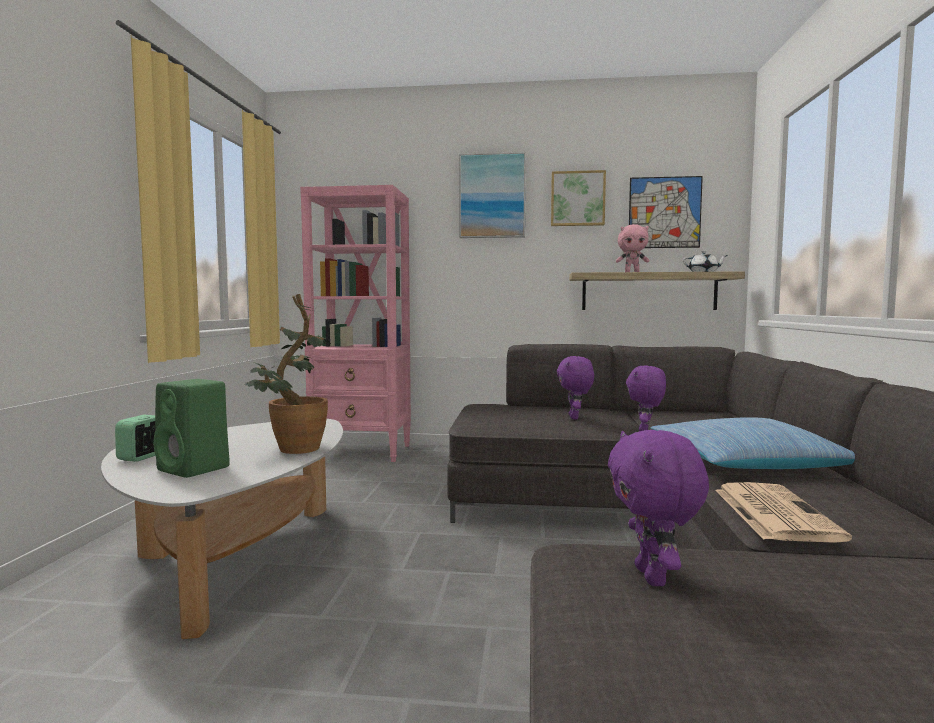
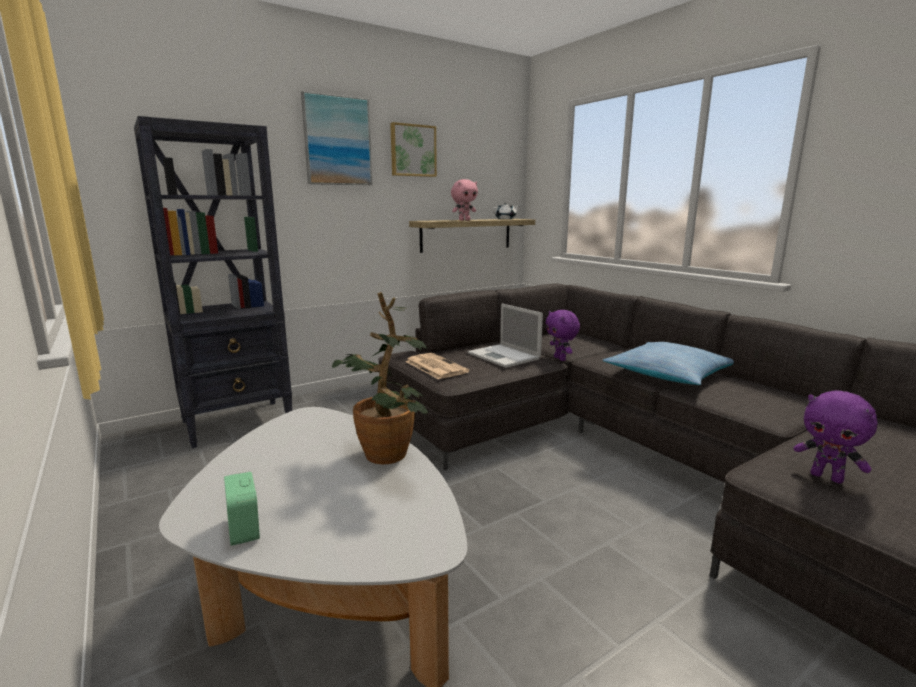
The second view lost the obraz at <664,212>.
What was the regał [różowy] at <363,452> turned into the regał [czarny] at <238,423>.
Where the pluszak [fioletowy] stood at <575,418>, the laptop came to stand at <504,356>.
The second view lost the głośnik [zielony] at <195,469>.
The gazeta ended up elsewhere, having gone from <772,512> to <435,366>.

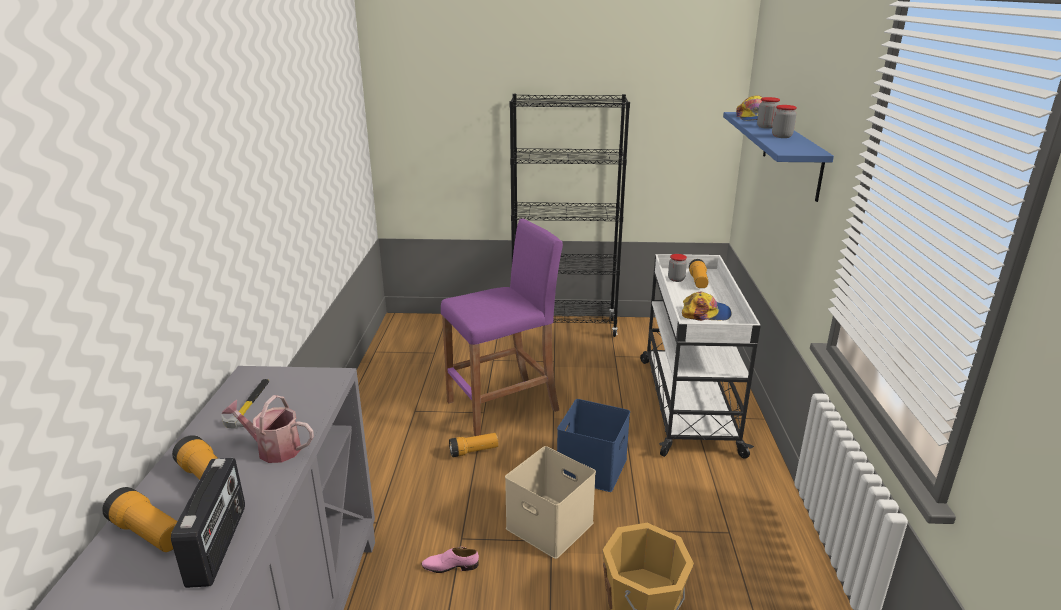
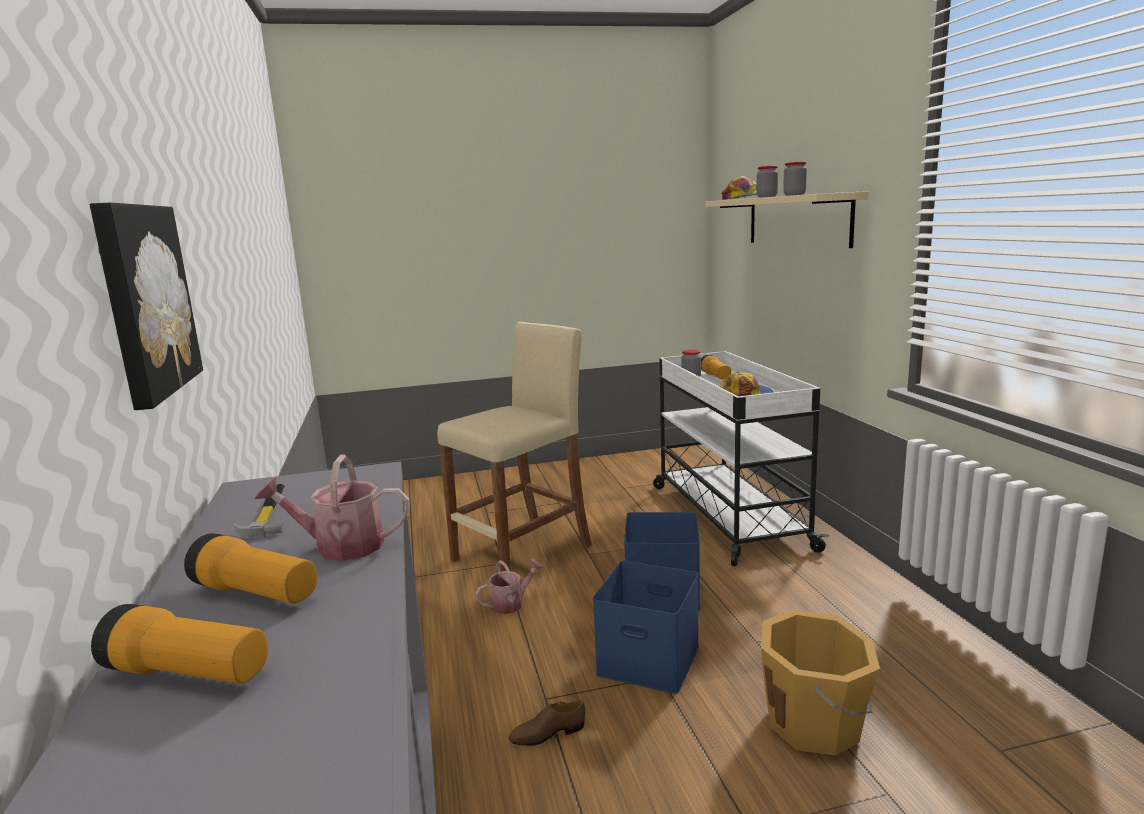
The second view lost the regał [czarny] at <564,327>.
What was the półka [niebieski] at <791,153> turned into the półka [beżowy] at <797,220>.
What was the stołek [fioletowy] at <503,406> turned into the stołek [beżowy] at <523,553>.
Where the latarka stood at <473,451>, the konewka came to stand at <511,603>.
What was the pojemnik do przechowywania [beżowy] at <547,525> turned into the pojemnik do przechowywania [niebieski] at <646,661>.
The second view lost the radio at <219,545>.
What was the but [różowy] at <450,566> turned into the but [brązowy] at <547,733>.
The second view gained the obraz at <143,300>.

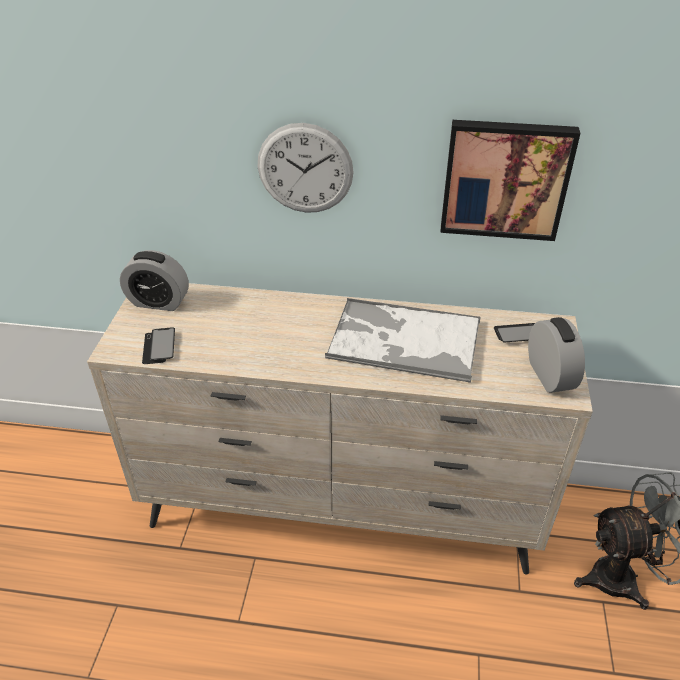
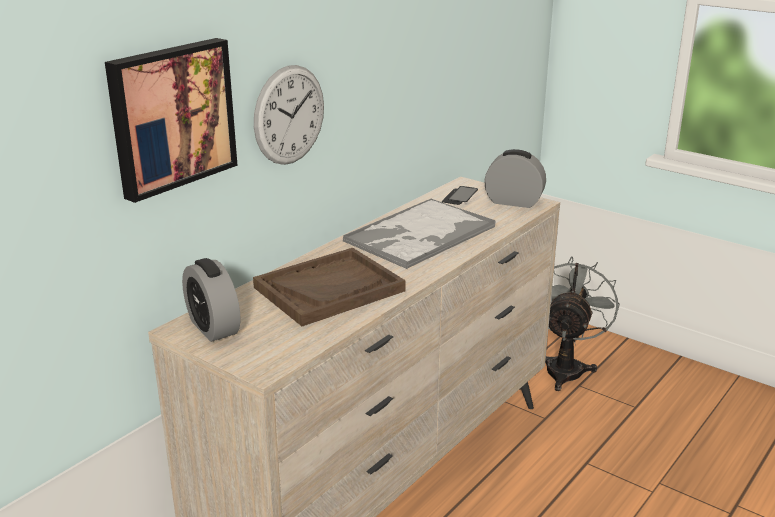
The obraz ended up elsewhere, having gone from <505,179> to <171,116>.
The budzik at <158,302> ended up facing another way, 105 degrees clockwise from before.
The second view lost the telefon at <159,347>.
The second view gained the taca [brązowy] at <329,289>.

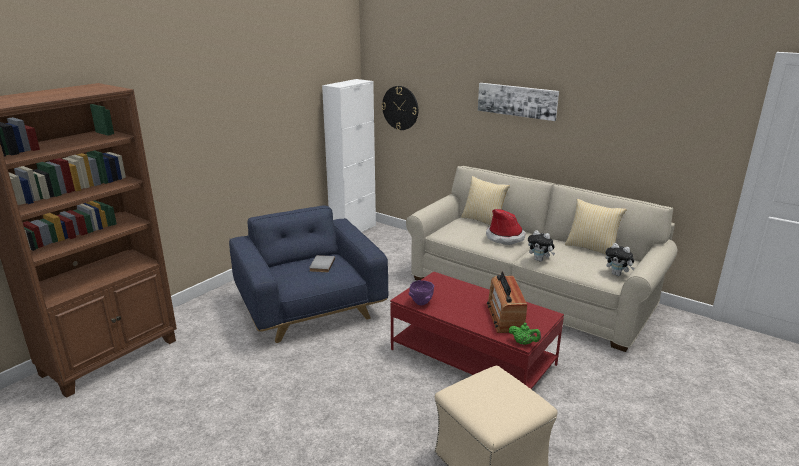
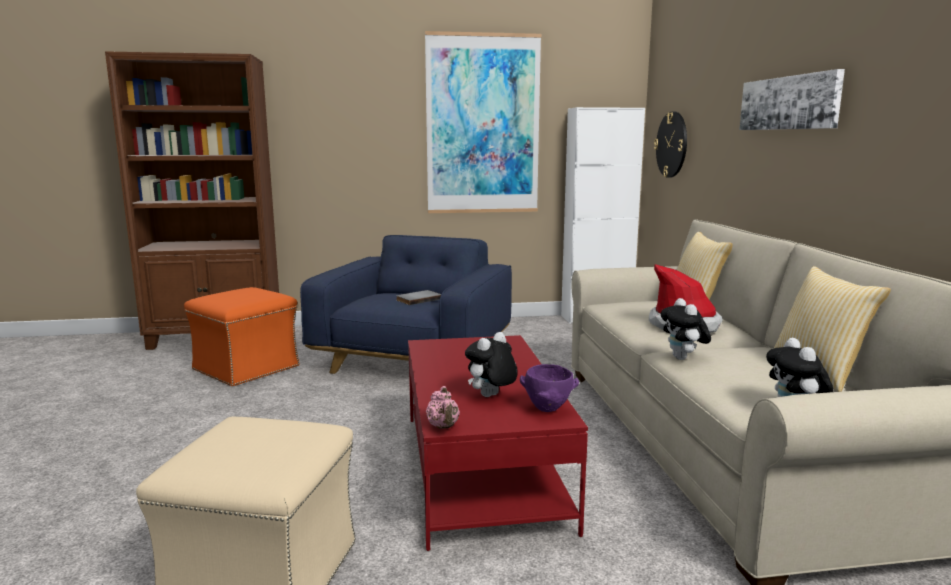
Where the radio stood at <505,317>, the pluszak came to stand at <491,397>.
The miska [fioletowy] ended up elsewhere, having gone from <421,303> to <546,409>.
What was the imbryk [zielony] at <523,343> turned into the imbryk [różowy] at <443,427>.
The second view gained the obraz at <483,125>.
The second view gained the pufa [pomarańczowy] at <247,368>.

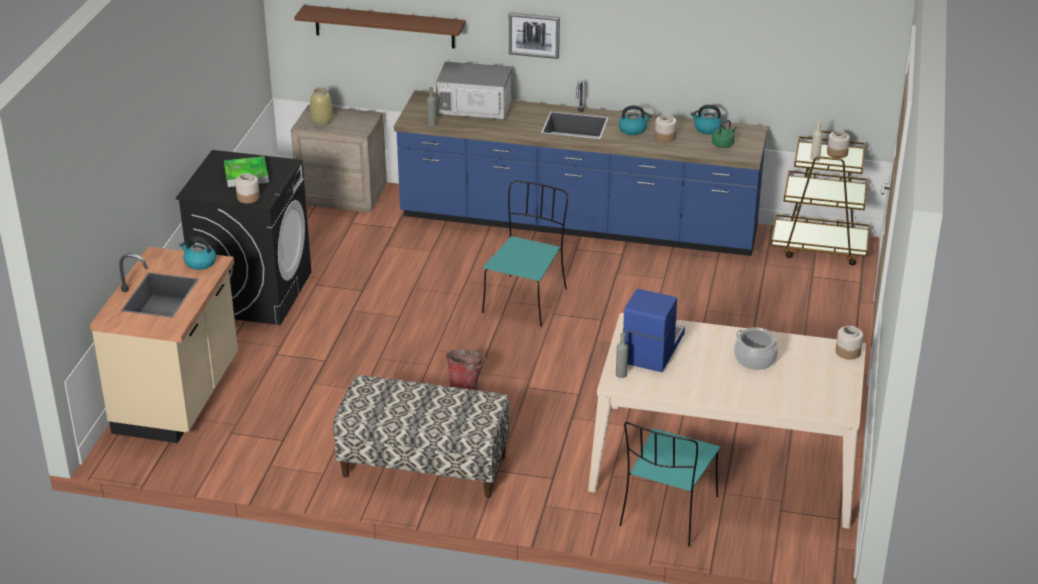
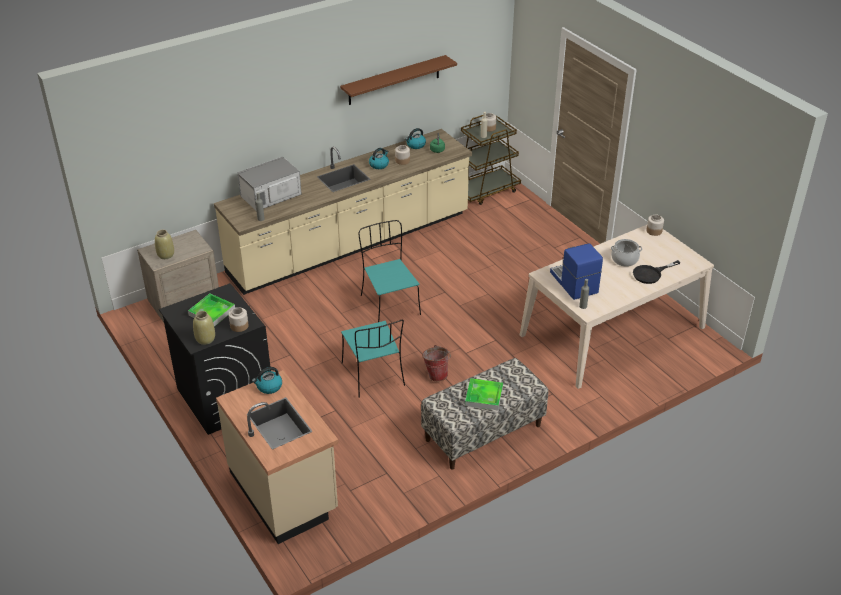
The półka [brązowy] ended up elsewhere, having gone from <384,26> to <394,80>.
The second view lost the obraz at <534,35>.
What was the zabudowa kuchenna [niebieski] at <578,224> turned into the zabudowa kuchenna [beżowy] at <350,244>.
The krzesło [turkusowy] ended up elsewhere, having gone from <667,513> to <374,375>.
The second view gained the patelnia [czarny] at <651,274>.
The second view gained the wazon [beżowy] at <205,339>.
The second view gained the taca at <484,396>.

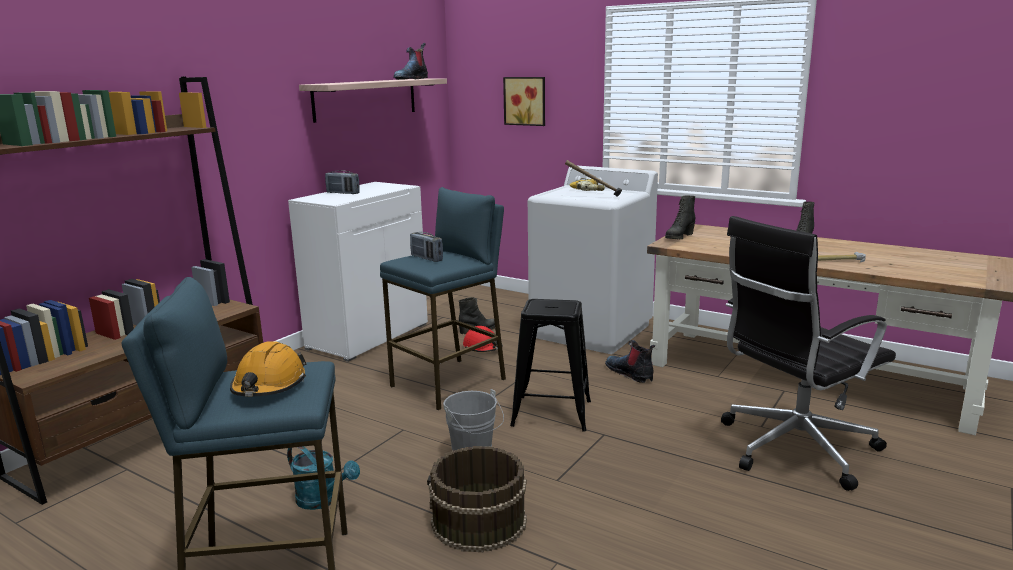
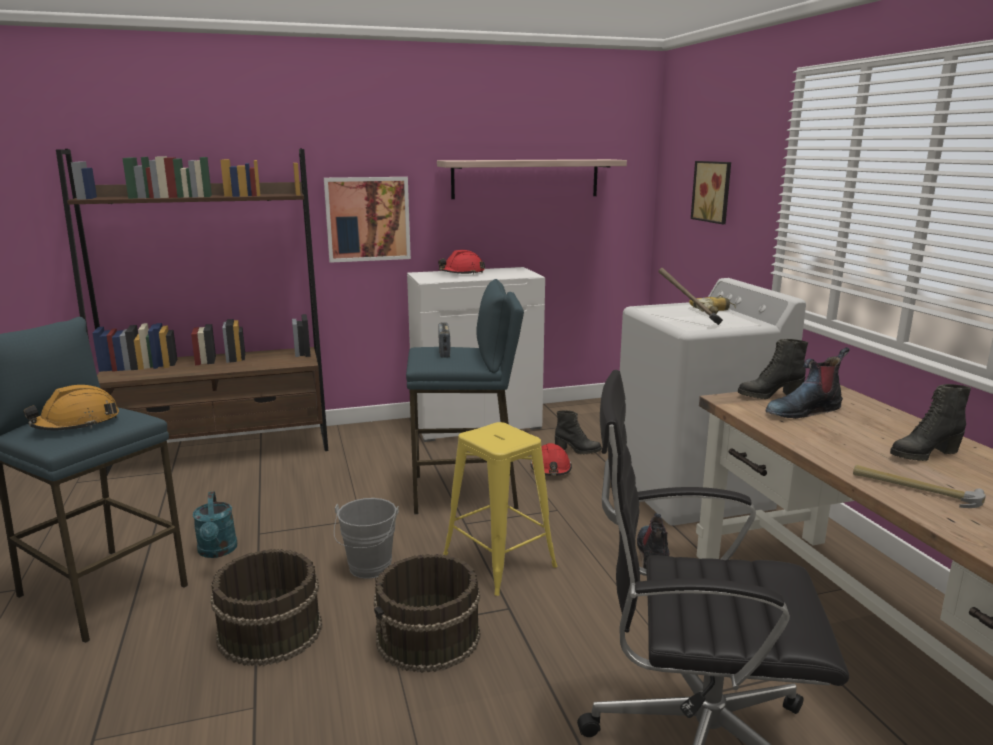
The but z cholewką ended up elsewhere, having gone from <411,79> to <803,411>.
Where the radio stood at <343,193>, the kask [czerwony] came to stand at <462,273>.
What was the stołek [czarny] at <551,413> turned into the stołek [żółty] at <499,562>.
The second view gained the obraz at <367,219>.
The second view gained the wiadro [brązowy] at <428,638>.

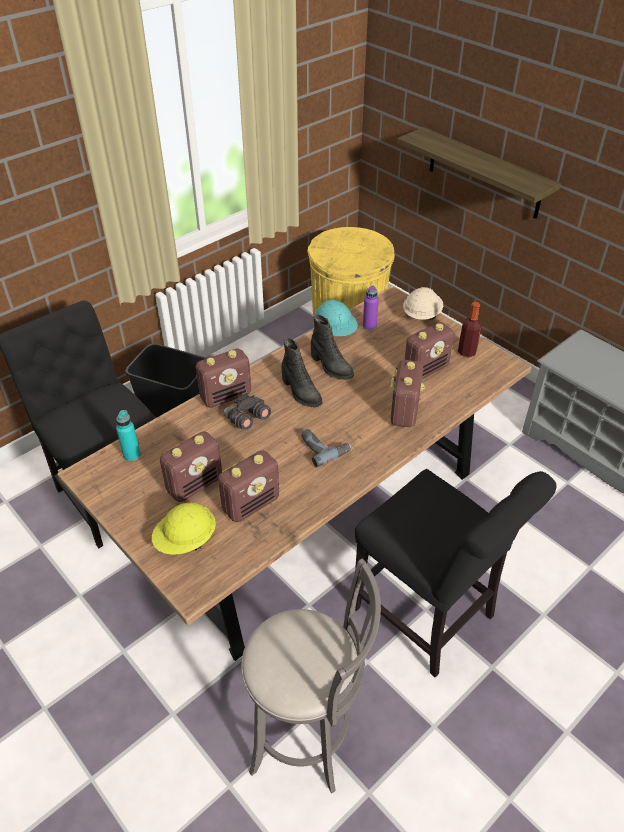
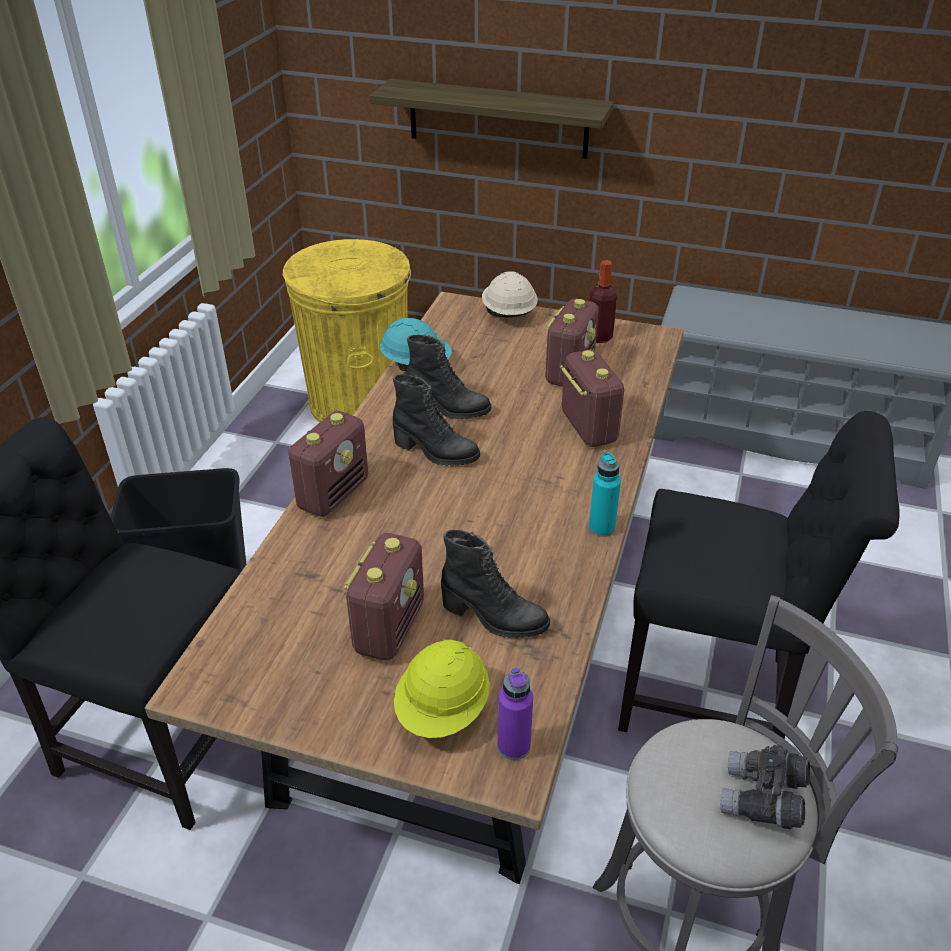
The butelka [fioletowy] ended up elsewhere, having gone from <369,326> to <513,746>.
The lornetka [szary] ended up elsewhere, having gone from <247,420> to <762,800>.
The butelka [turkusowy] ended up elsewhere, having gone from <132,455> to <601,528>.
The second view lost the wiertarka at <324,447>.
Where the radio stood at <251,504>, the but z cholewką [czarny] came to stand at <494,618>.

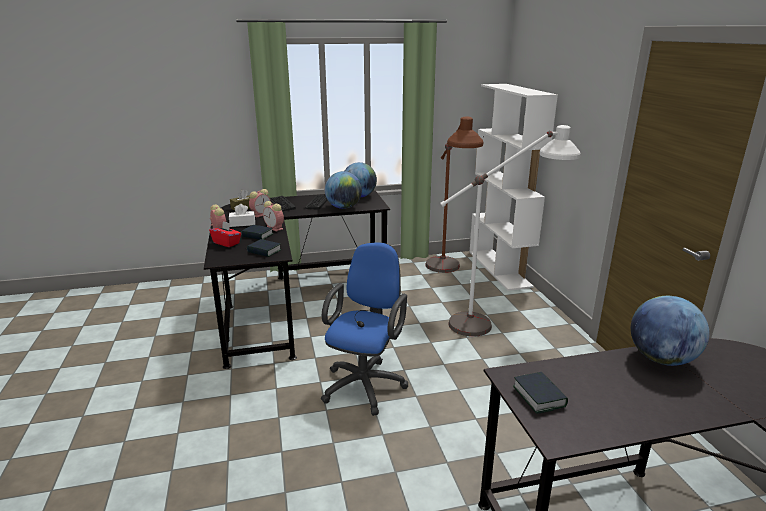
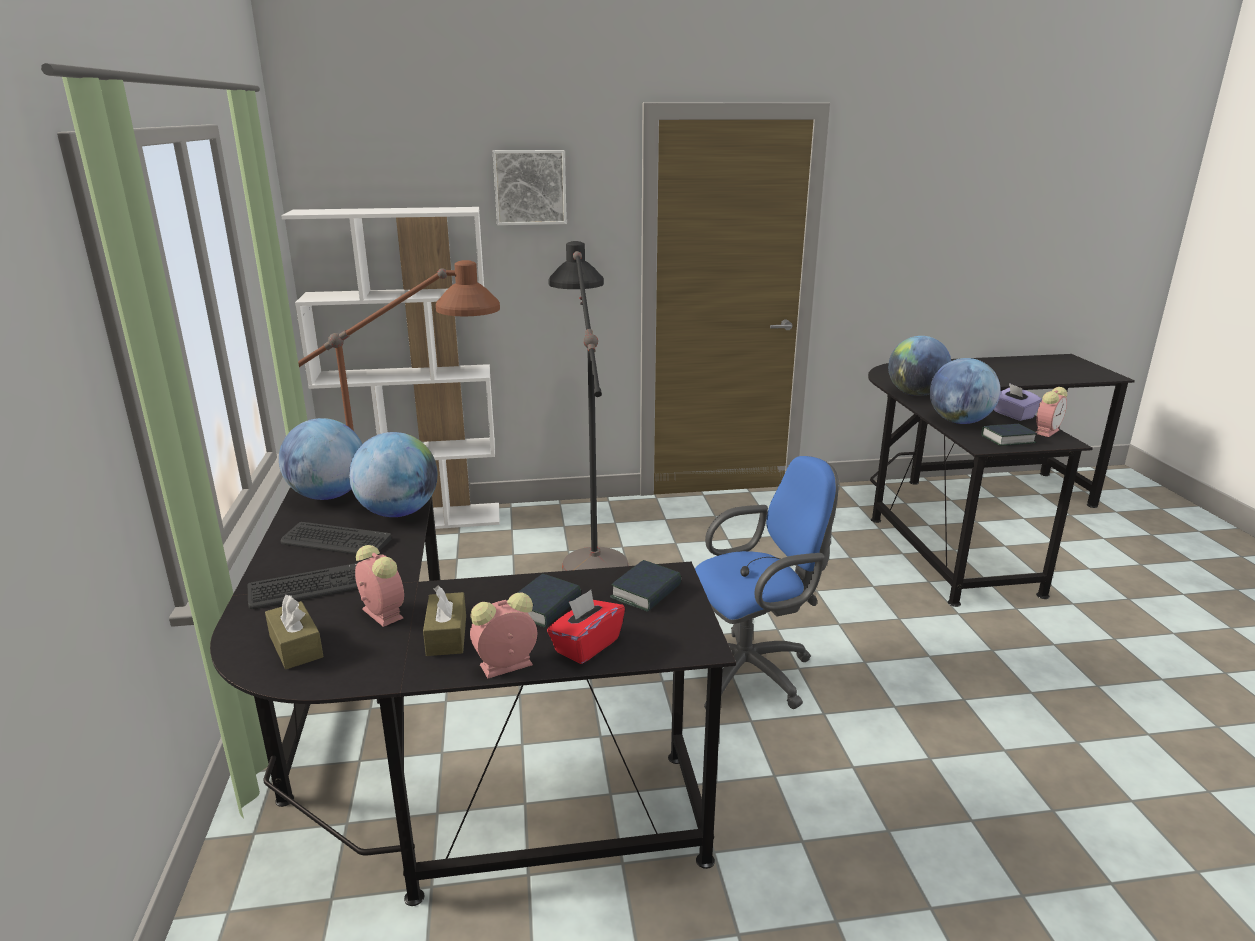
What was the lampa stojąca [biały] at <498,321> turned into the lampa stojąca [czarny] at <589,545>.
The budzik ended up elsewhere, having gone from <275,228> to <1047,431>.
What was the pudełko chusteczek [biały] at <242,224> turned into the pudełko chusteczek [brązowy] at <446,635>.
The krzesło biurowe [niebieski] at <366,383> ended up facing another way, 135 degrees clockwise from before.
The second view gained the obraz at <530,187>.
The second view gained the globus at <959,422>.
The second view gained the pudełko chusteczek [fioletowy] at <1012,415>.

